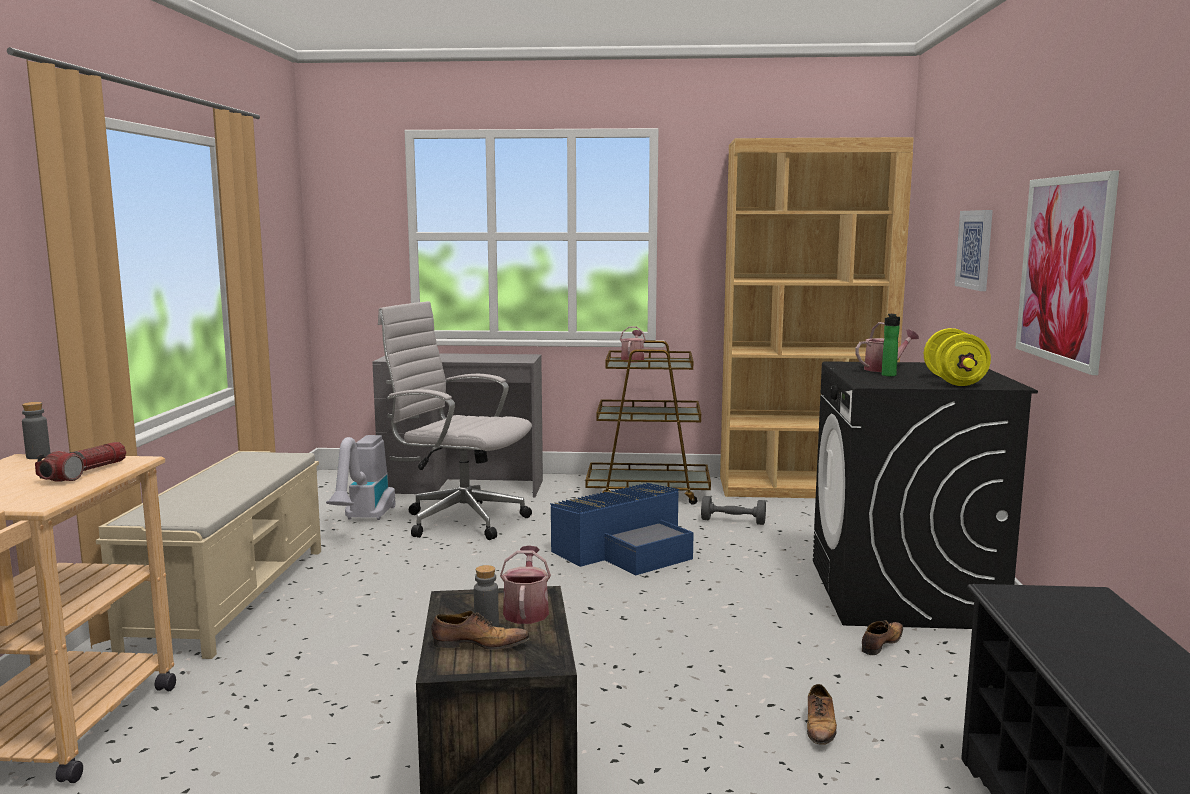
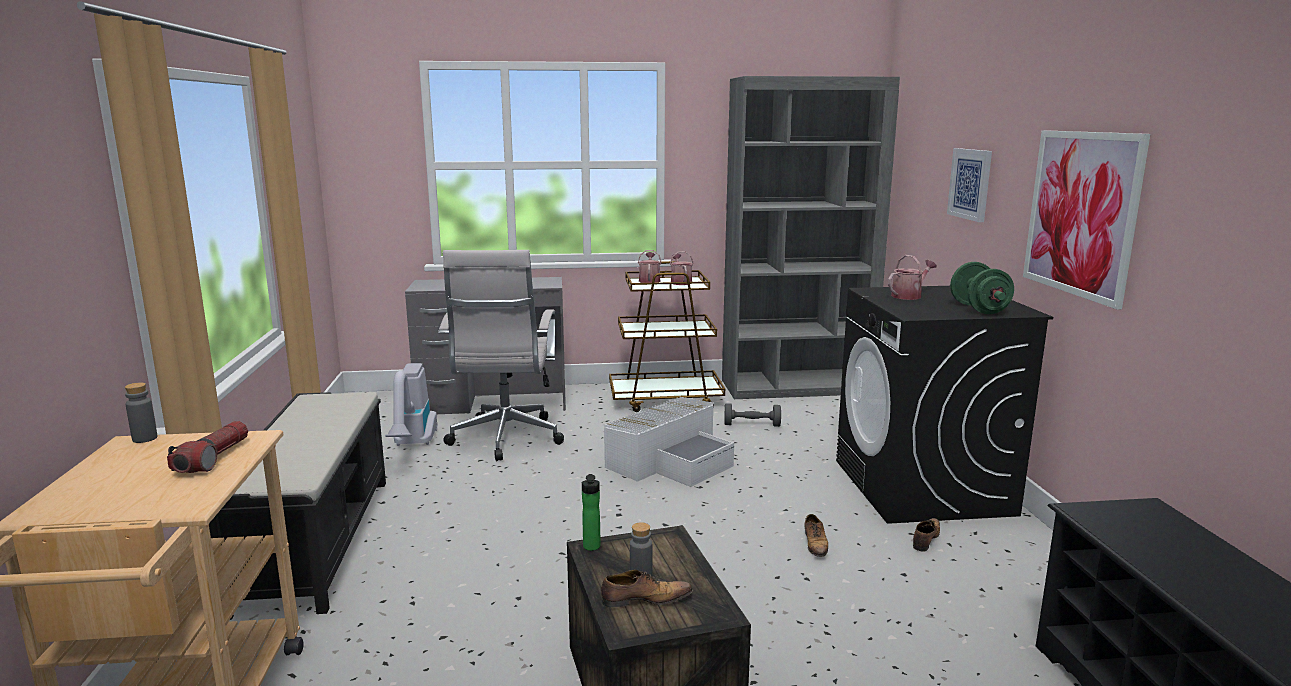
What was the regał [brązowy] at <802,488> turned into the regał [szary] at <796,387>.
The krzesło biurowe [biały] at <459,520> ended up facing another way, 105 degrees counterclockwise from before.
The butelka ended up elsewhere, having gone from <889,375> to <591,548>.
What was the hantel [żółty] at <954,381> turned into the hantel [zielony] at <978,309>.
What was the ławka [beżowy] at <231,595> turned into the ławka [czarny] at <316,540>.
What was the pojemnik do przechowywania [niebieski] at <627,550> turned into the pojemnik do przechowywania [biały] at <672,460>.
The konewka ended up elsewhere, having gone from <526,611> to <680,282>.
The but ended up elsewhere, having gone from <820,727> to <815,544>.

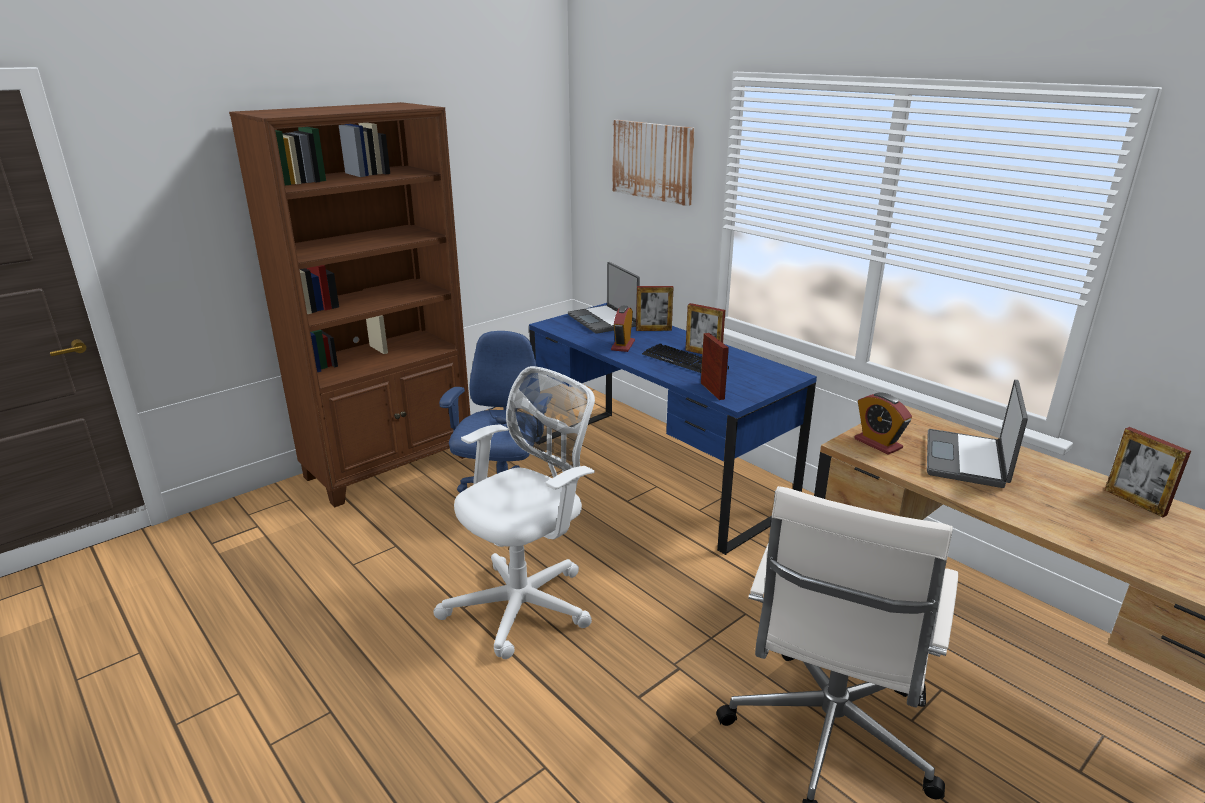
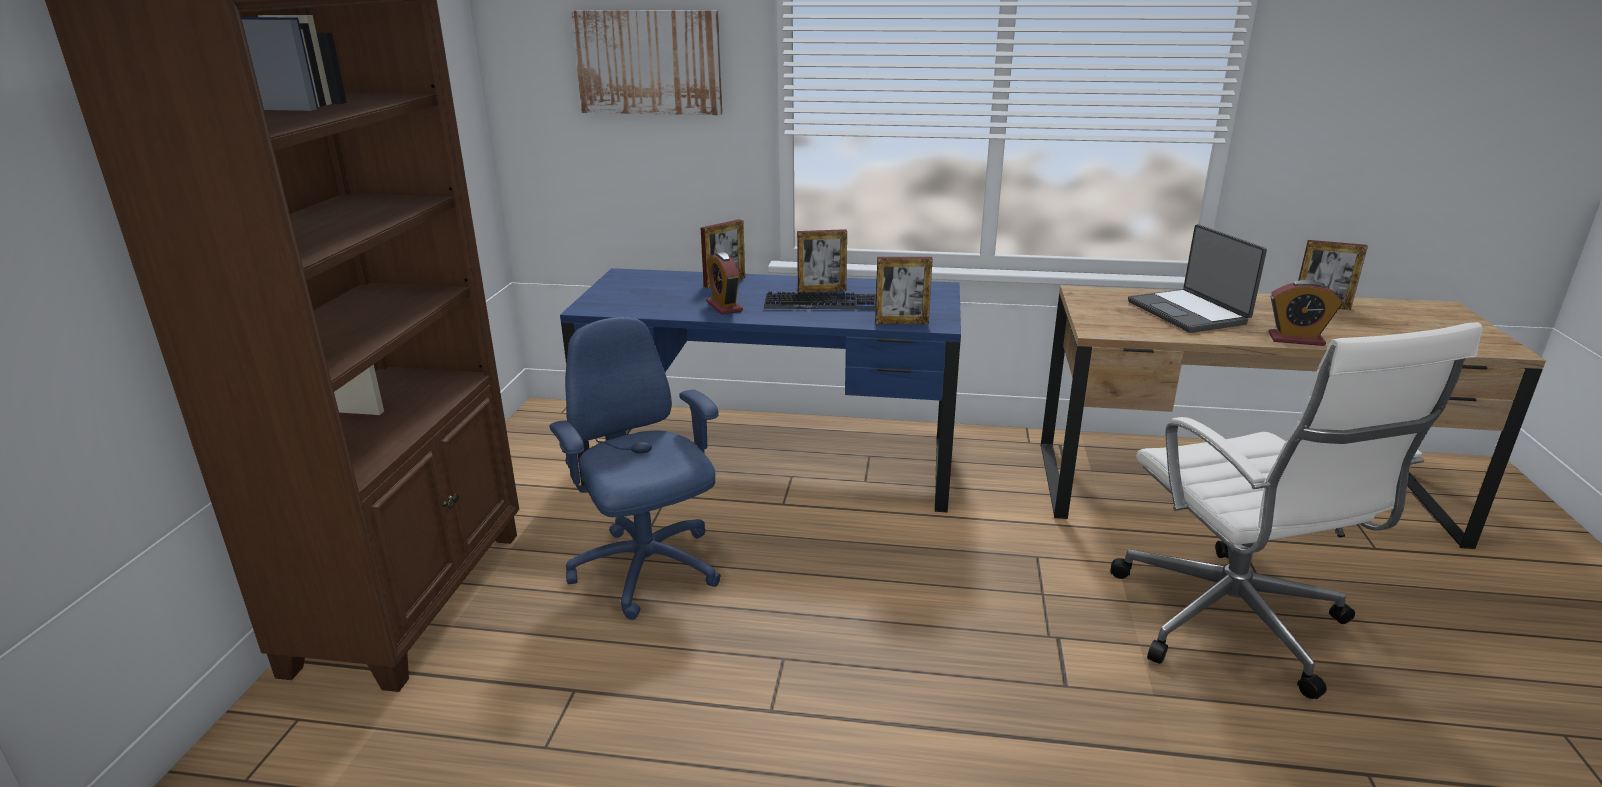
The second view lost the laptop at <604,320>.
The ramka na zdjęcie at <712,391> ended up facing another way, 150 degrees clockwise from before.
The second view lost the krzesło biurowe [biały] at <525,604>.
The budzik ended up elsewhere, having gone from <878,443> to <1296,339>.

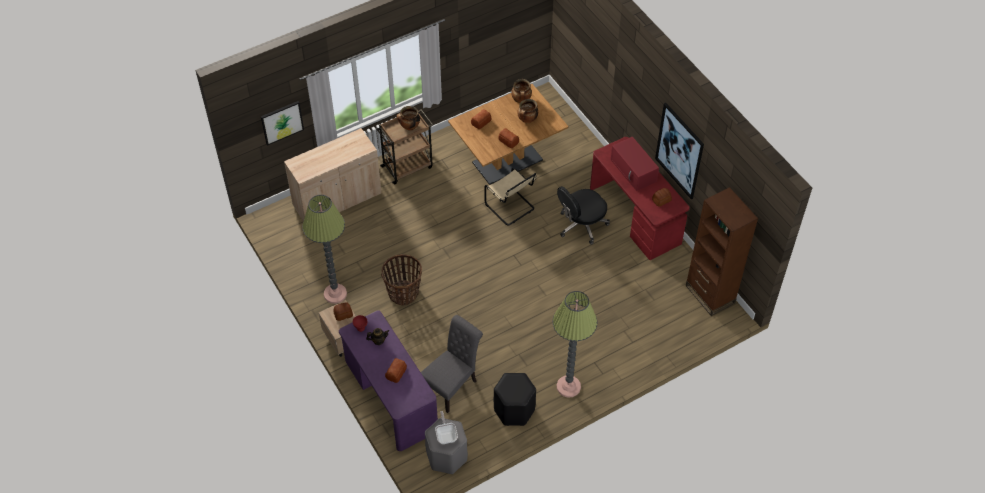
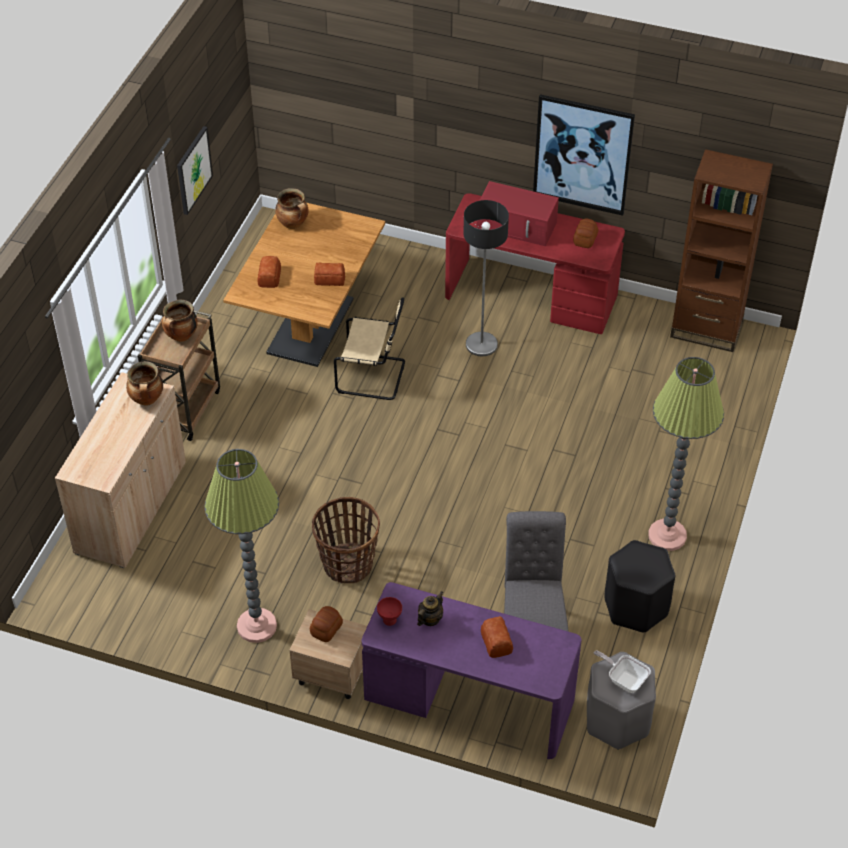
The garnek ended up elsewhere, having gone from <527,120> to <147,400>.
The obraz ended up elsewhere, having gone from <282,122> to <193,170>.
Where the krzesło biurowe [czarny] stood at <581,225>, the lampa stojąca came to stand at <481,345>.

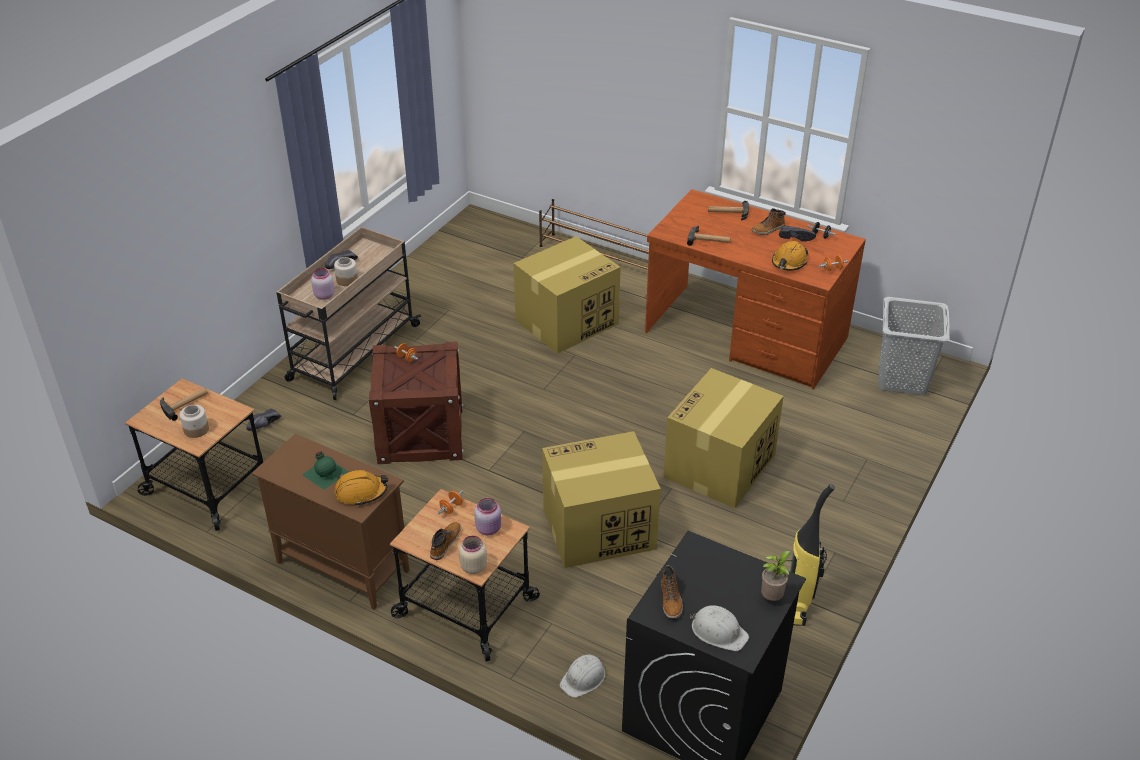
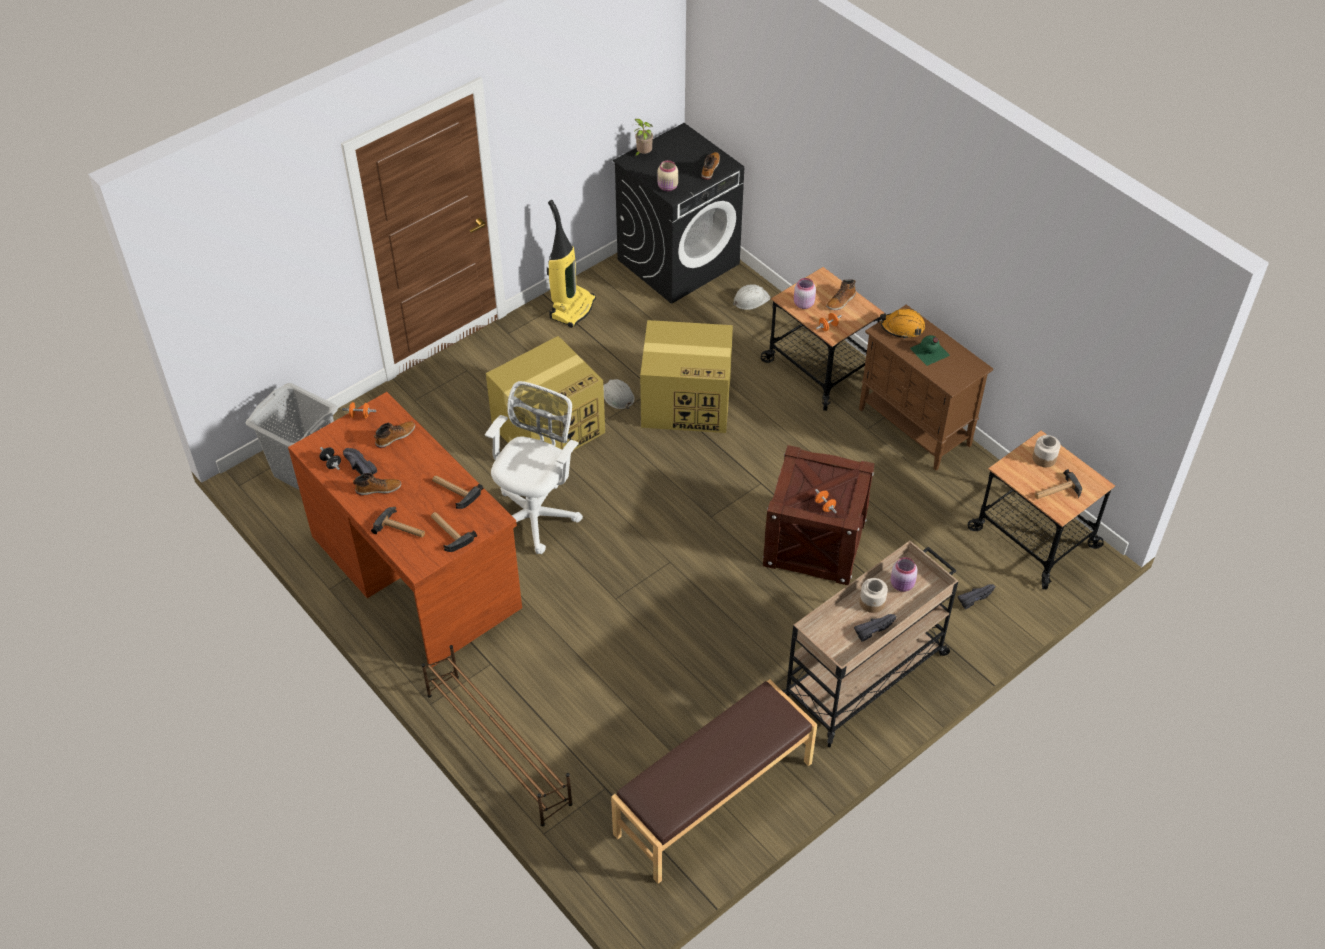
The second view lost the karton at <567,321>.
Where the kask [pomarańczowy] stood at <789,262>, the but z cholewką came to stand at <395,436>.
The słoik [beżowy] ended up elsewhere, having gone from <473,566> to <668,187>.
The kask [biały] ended up elsewhere, having gone from <718,631> to <617,396>.
The second view gained the krzesło biurowe [biały] at <535,515>.
The second view gained the młotek at <448,532>.
The second view gained the ławka [brązowy] at <714,799>.

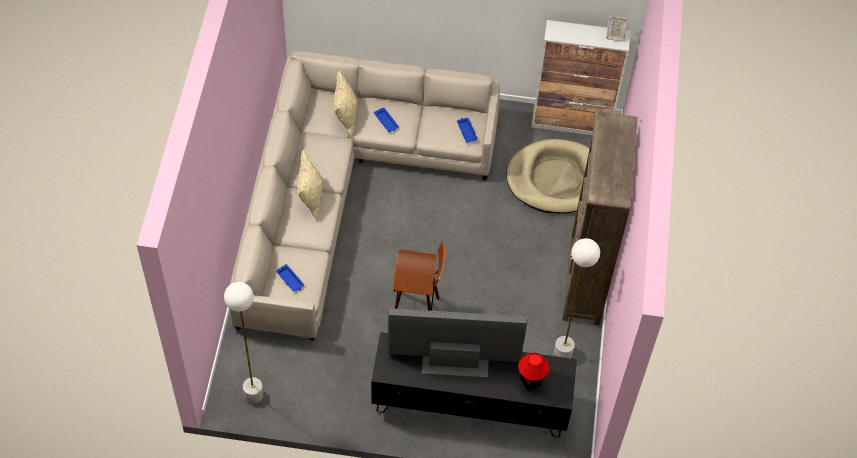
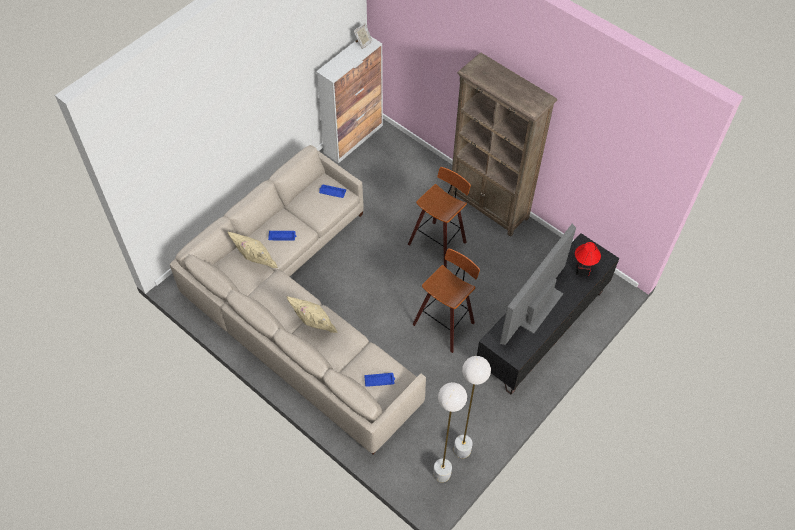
The second view lost the legowisko [beżowy] at <555,179>.
The lampa stojąca [biały] ended up elsewhere, having gone from <563,353> to <462,449>.
The second view gained the stołek at <439,243>.

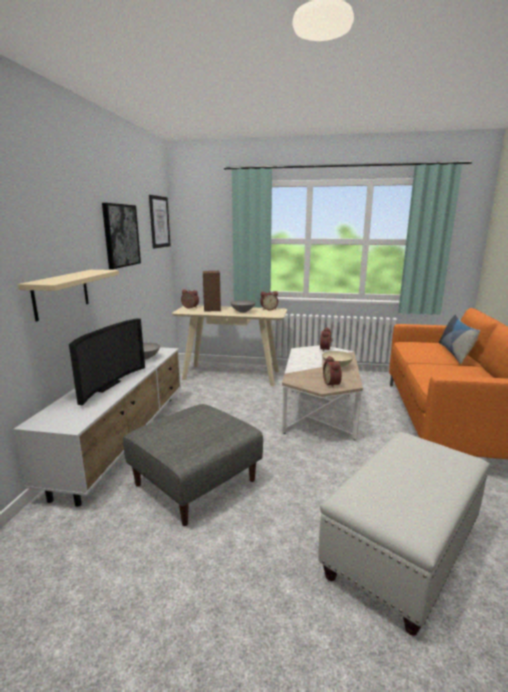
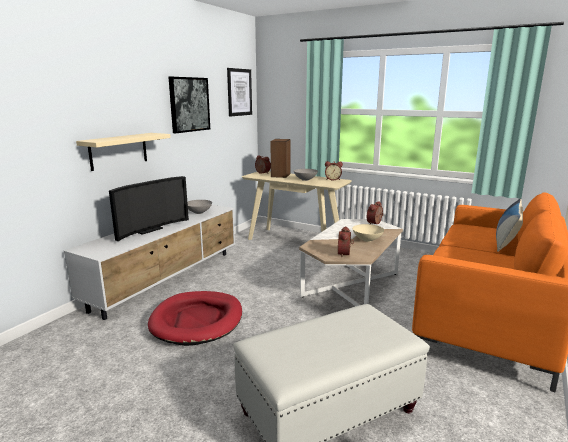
Where the pufa [szary] stood at <195,482>, the legowisko [czerwony] came to stand at <197,320>.

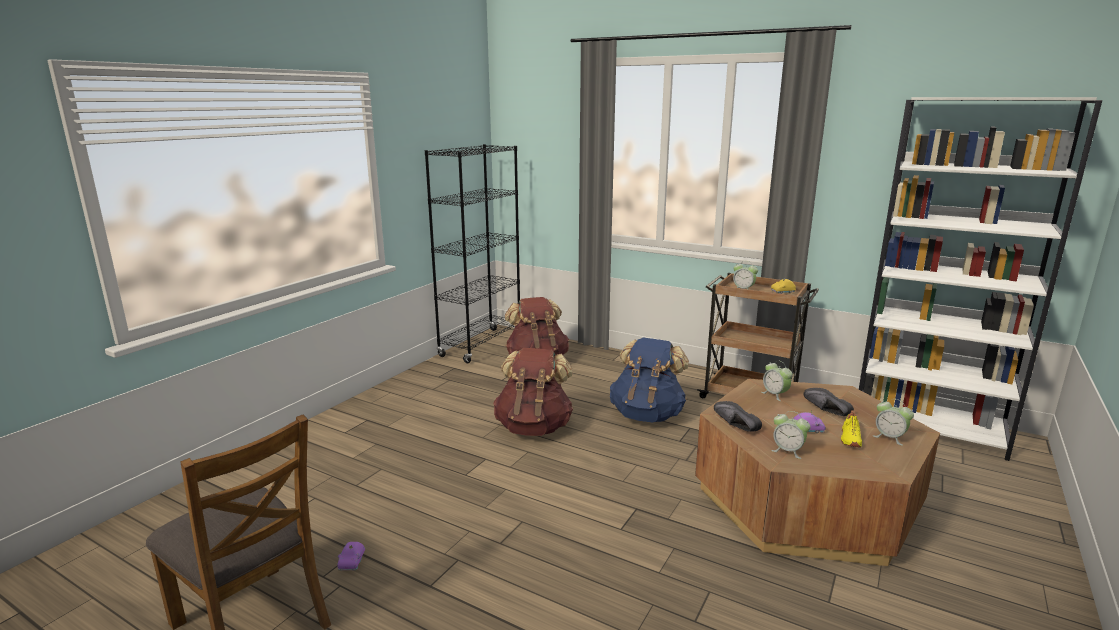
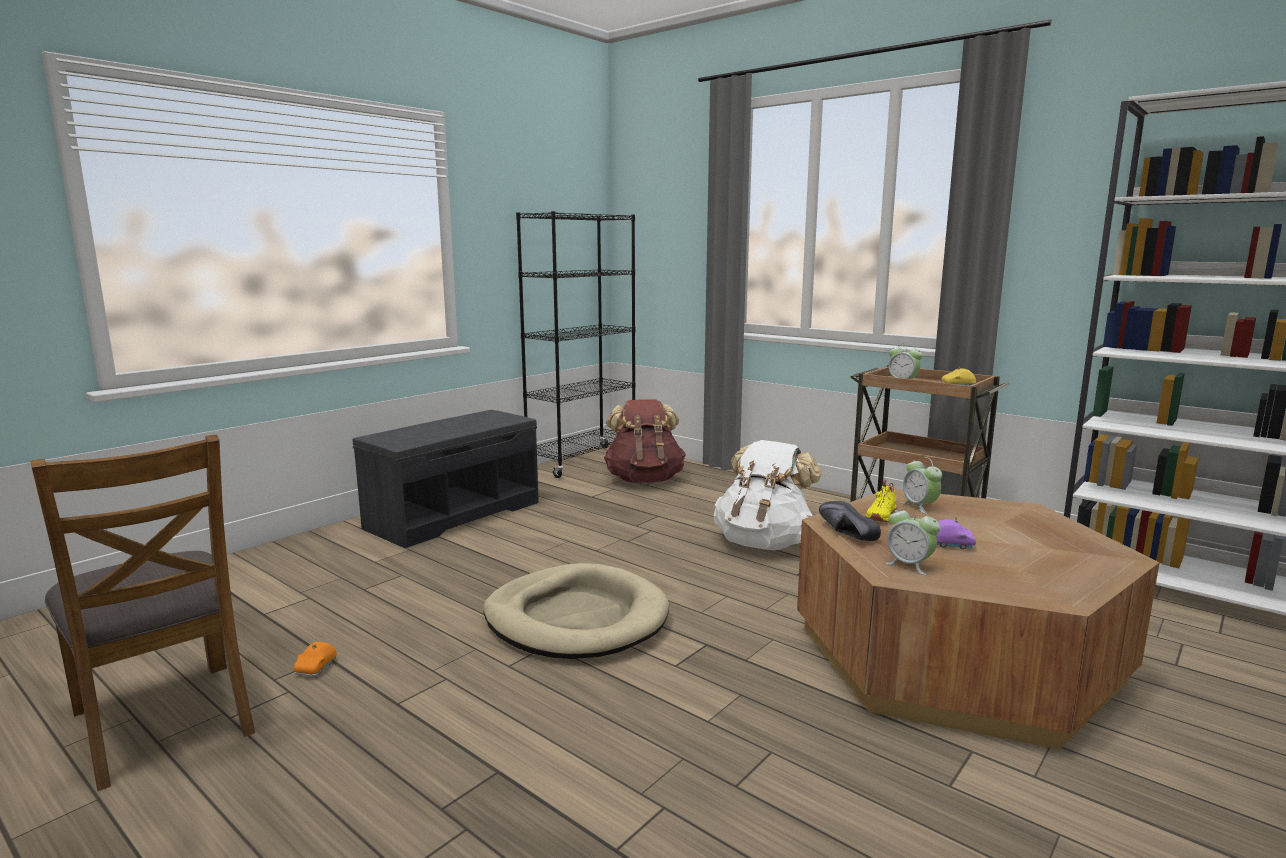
What was the plecak [niebieski] at <647,414> turned into the plecak [biały] at <764,543>.
The second view lost the plecak [brązowy] at <534,427>.
The second view lost the but [czarny] at <825,411>.
The second view lost the budzik at <889,437>.
The but [żółty] ended up elsewhere, having gone from <849,438> to <880,515>.
What was the samochodzik [fioletowy] at <352,562> turned into the samochodzik [pomarańczowy] at <317,668>.
The second view gained the ławka [szary] at <454,514>.
The second view gained the legowisko [beżowy] at <576,618>.

